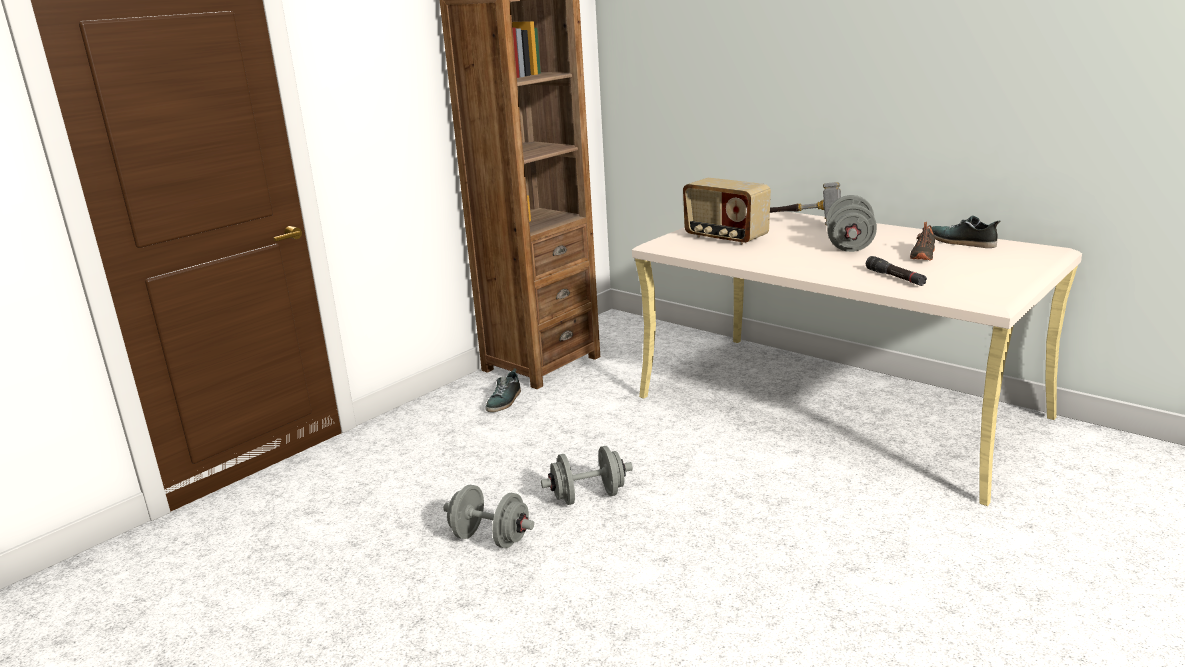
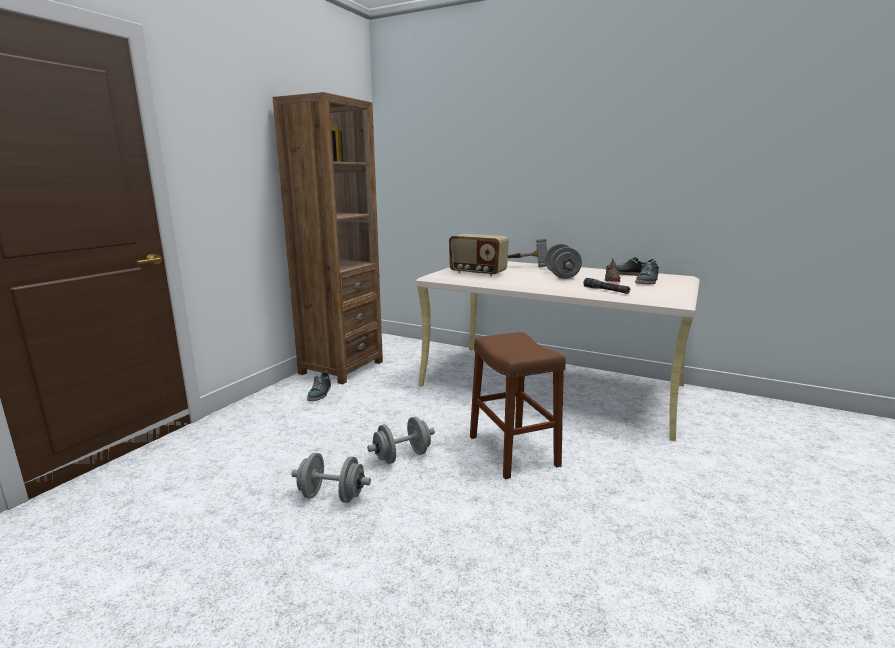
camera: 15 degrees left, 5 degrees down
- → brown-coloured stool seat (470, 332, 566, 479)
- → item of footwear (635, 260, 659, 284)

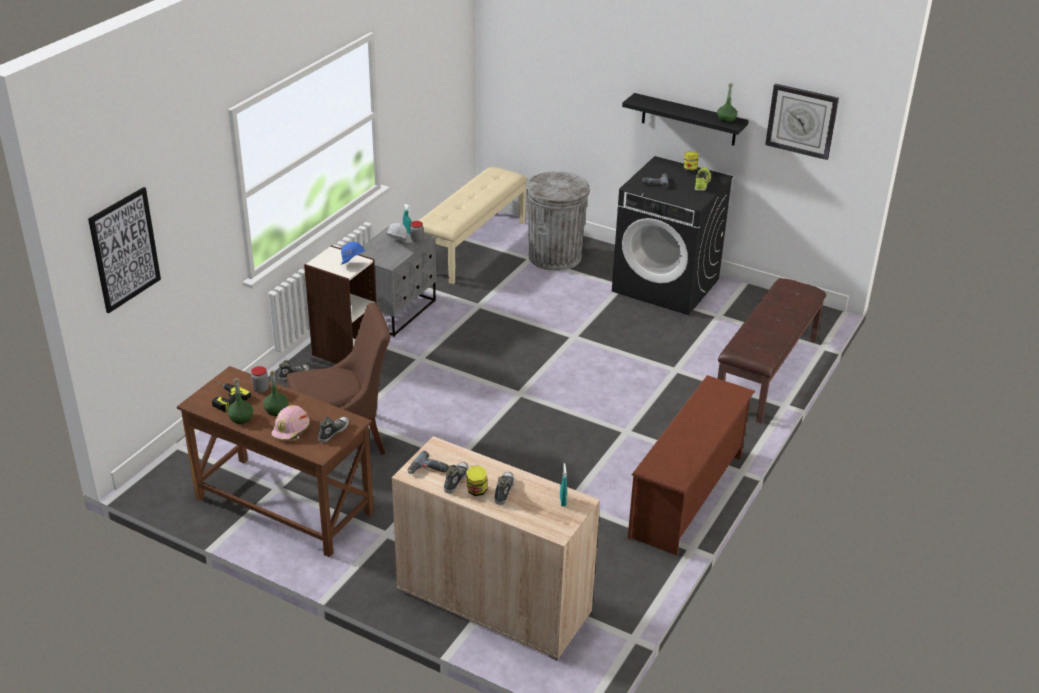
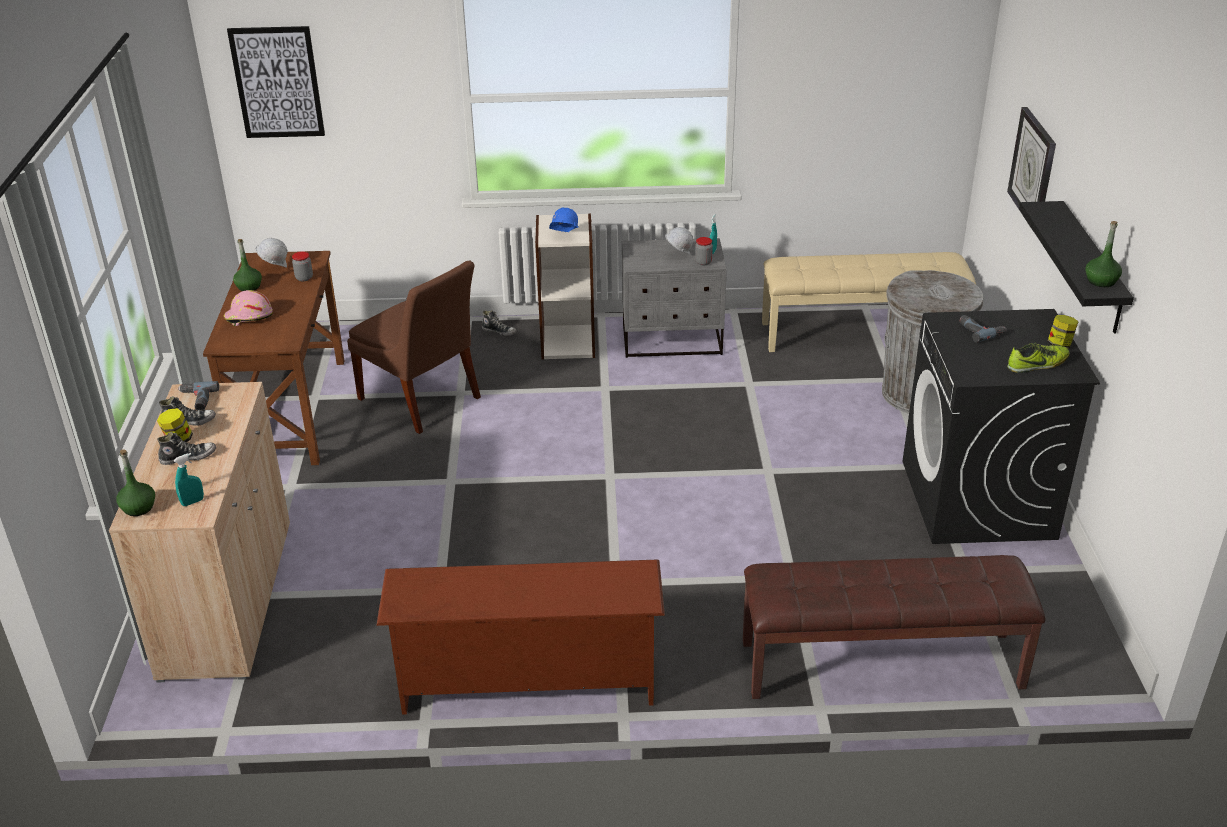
camera: 60 degrees right, 0 degrees up
item of footwear (318, 417, 349, 443) → -
green-coloured bottle (263, 371, 289, 416) → green-coloured bottle (116, 450, 155, 516), relocated
wall clock (765, 84, 839, 160) → wall clock (1007, 107, 1056, 232), relocated
electric drill (212, 380, 251, 412) → white work helmet (256, 238, 288, 268)

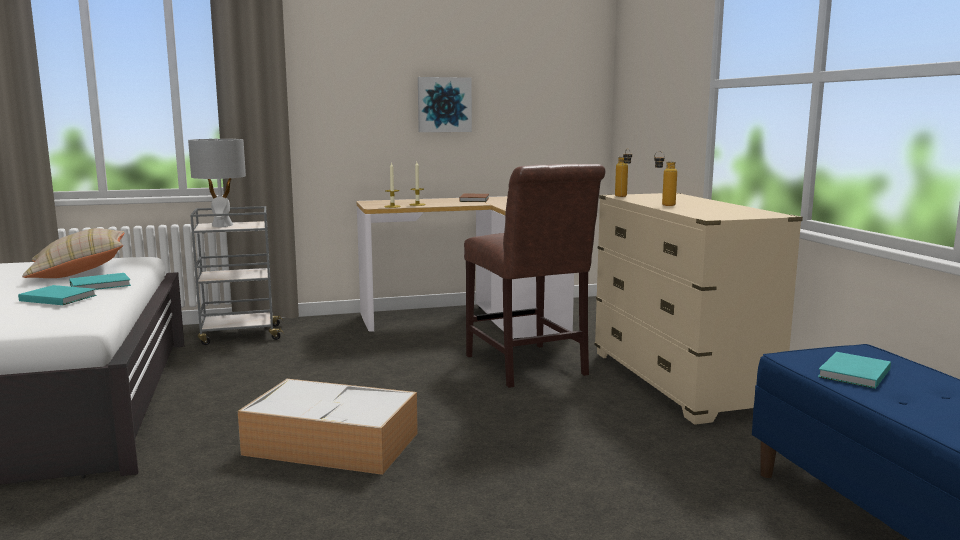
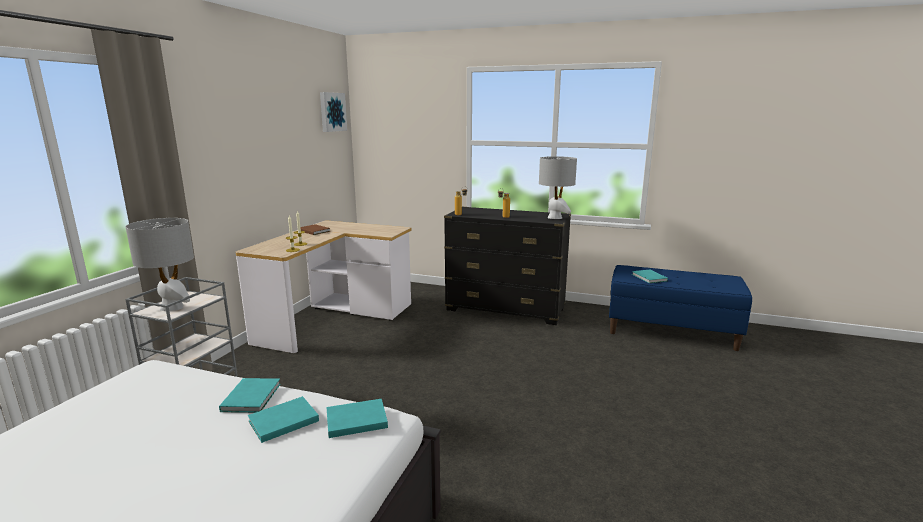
camera: 55 degrees left, 5 degrees up
sand-coloured pillow (22, 228, 125, 278) → -
storage bin (238, 379, 418, 475) → -
brown-coloured upright chair (464, 164, 605, 388) → -
- → blue-green volume (326, 399, 388, 438)
- → gray tabletop lamp (539, 156, 577, 219)
wall art (418, 77, 472, 132) → wall art (320, 92, 347, 132), relocated
sand-coloured chest of drawers (594, 193, 803, 425) → black-coloured chest of drawers (444, 207, 571, 325)

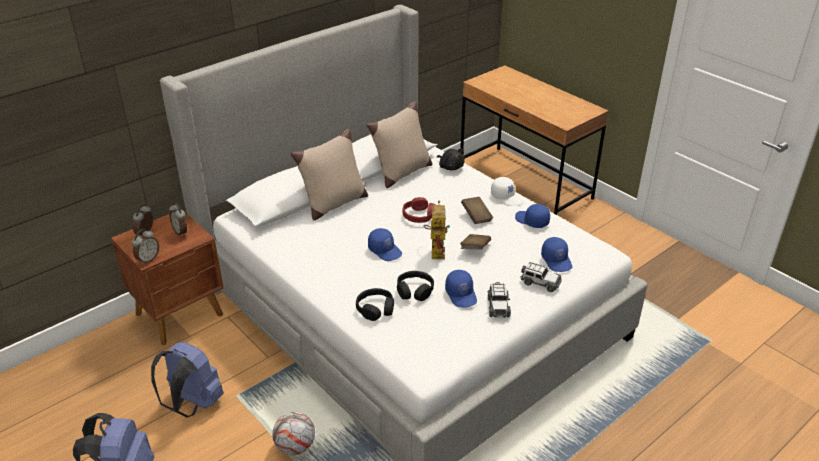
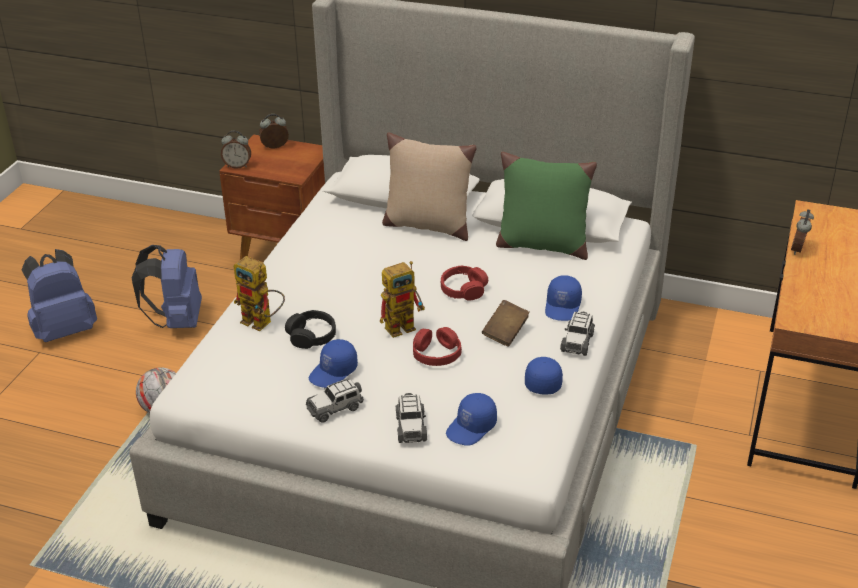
camera: 60 degrees right, 0 degrees up
black-coloured cuddly toy (437, 149, 465, 170) → -
bedside clock (169, 203, 187, 237) → bedside clock (791, 209, 814, 255), relocated
blue-coloured baseball cap (368, 228, 402, 261) → blue-coloured baseball cap (545, 275, 582, 321), relocated
black-coloured headset (356, 288, 394, 321) → toy robot (234, 256, 285, 331)
brown-coloured volume (460, 234, 491, 250) → reddish headset (413, 327, 462, 366)
white baseball cap (491, 177, 522, 206) → miniature car (560, 311, 595, 356)
sand-coloured pillow (366, 101, 433, 188) → green-coloured pillow (496, 152, 597, 260)

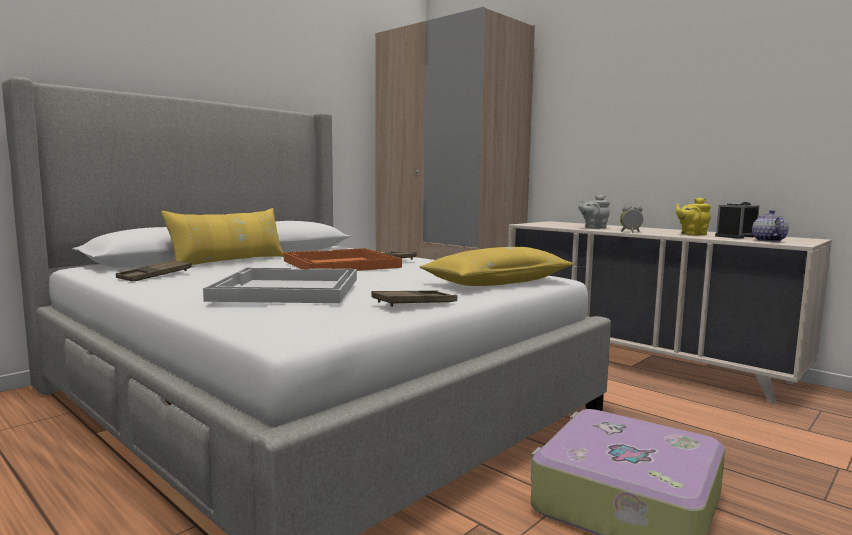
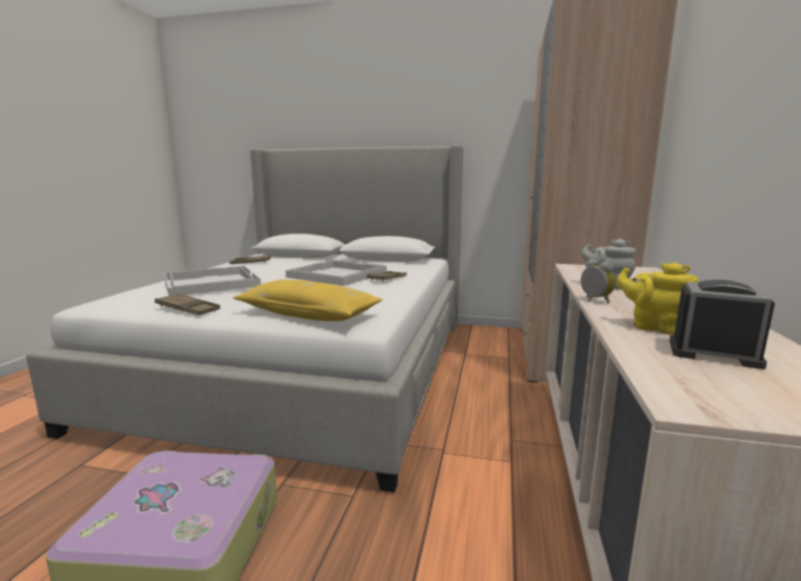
camera: 60 degrees right, 5 degrees up
yellow pillow (161, 208, 284, 265) → -
teapot (752, 210, 789, 242) → -
orange-coloured carrying tray (284, 248, 402, 271) → white carrying tray (286, 260, 387, 286)

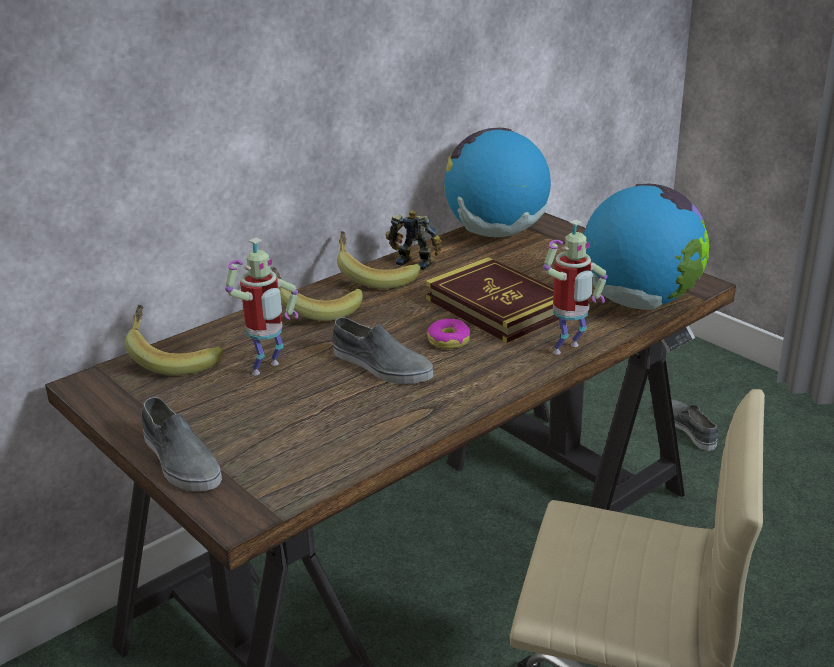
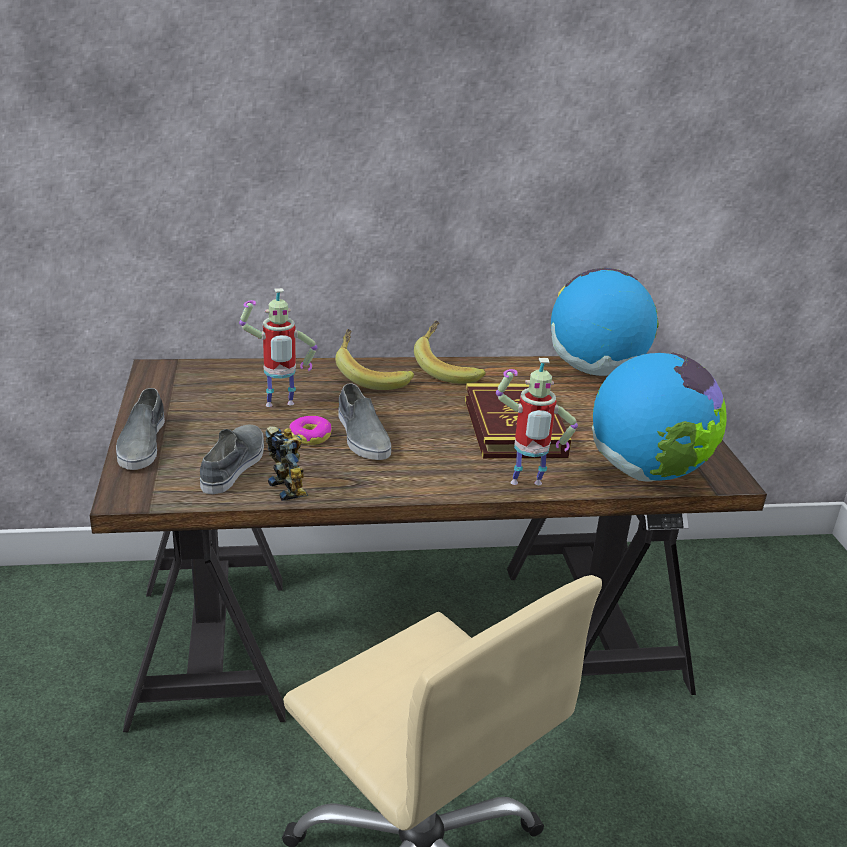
camera: 30 degrees right, 0 degrees up
whole banana (125, 305, 223, 376) → -
toy robot (385, 210, 442, 270) → toy robot (265, 426, 308, 501), relocated
doughnut (427, 319, 470, 349) → doughnut (289, 416, 332, 445), relocated
gray item of footwear (671, 399, 719, 451) → gray item of footwear (200, 425, 264, 494), relocated

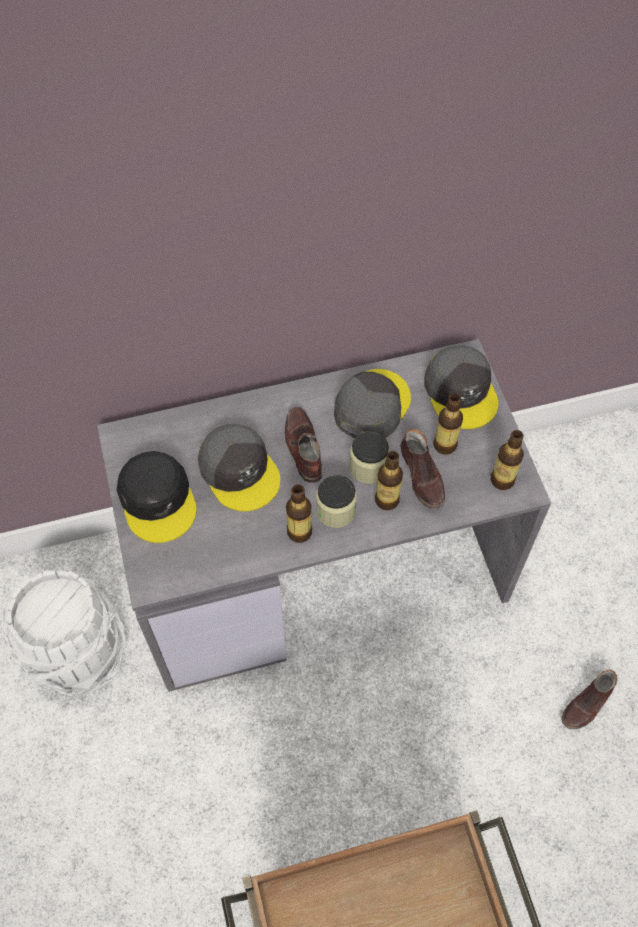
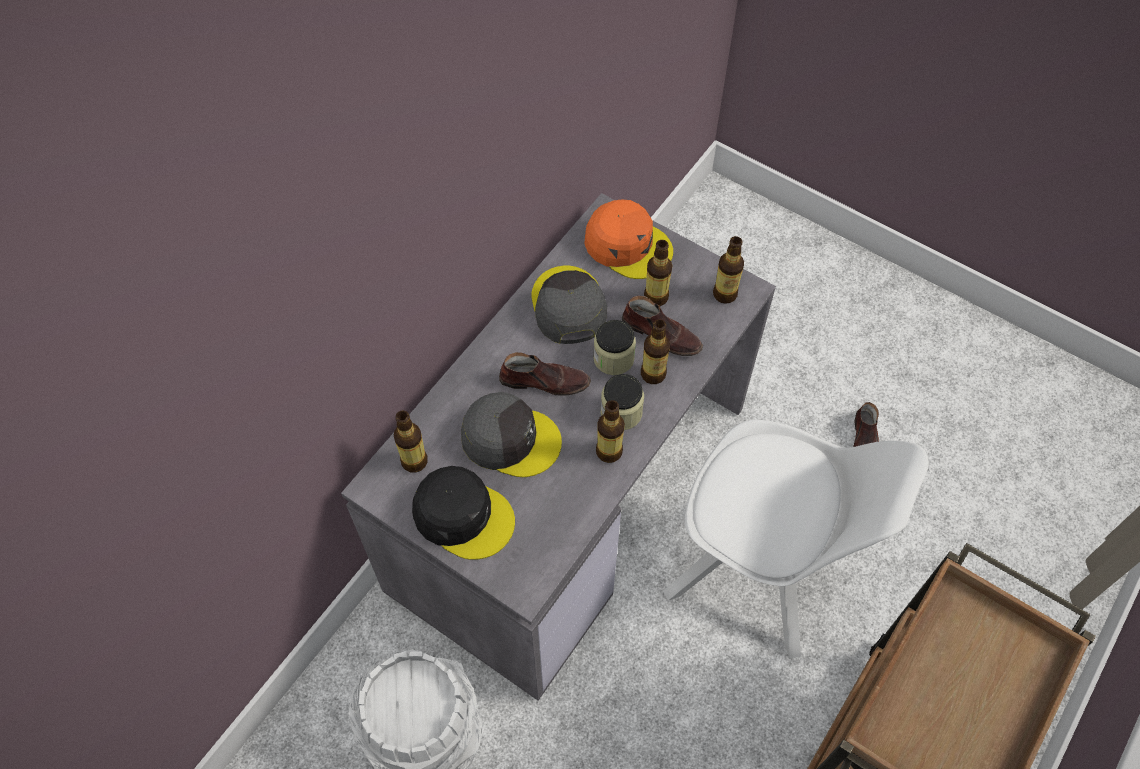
camera: 40 degrees left, 0 degrees up
- → bottle (394, 411, 428, 473)
- → white upright chair (663, 420, 929, 658)
gray baseball cap (424, 345, 498, 429) → orange-coloured baseball cap (585, 199, 673, 279)
brown-coloured item of footwear (285, 407, 322, 483) → brown-coloured item of footwear (499, 352, 591, 396), 150 degrees clockwise

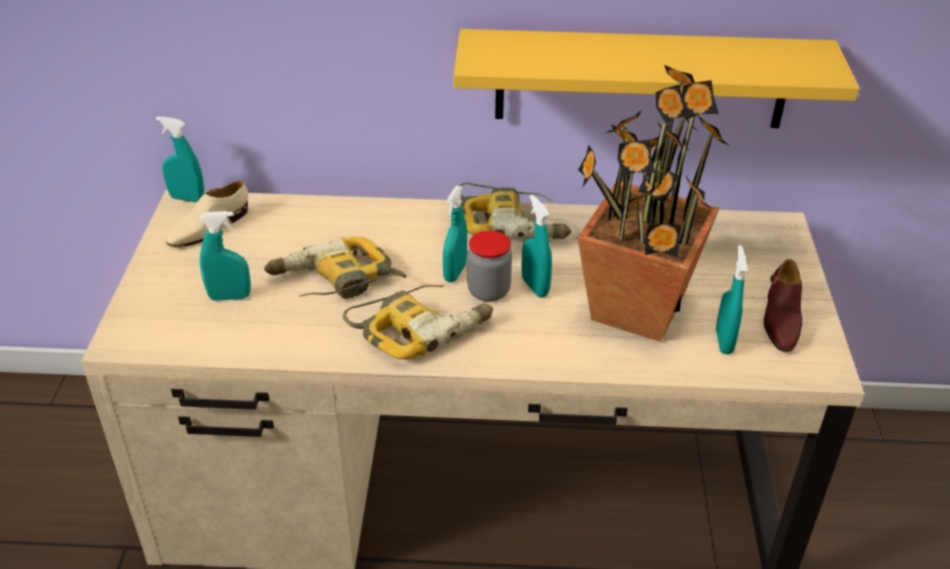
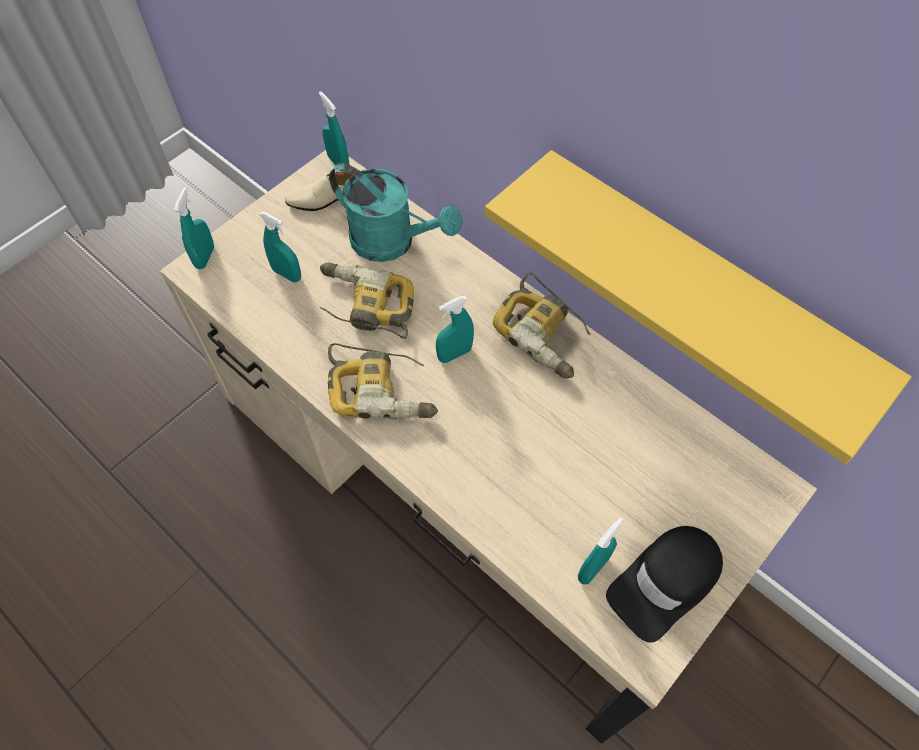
camera: 40 degrees right, 20 degrees up
preserve jar (467, 231, 512, 302) → -
houseplant (578, 65, 728, 342) → -
- → blue-green watering pot (329, 163, 462, 262)
blue-green spray bottle (521, 195, 552, 297) → blue-green spray bottle (174, 187, 214, 269), relocated
brown-coloured item of footwear (763, 259, 802, 351) → black-coloured baseball cap (606, 526, 723, 643)

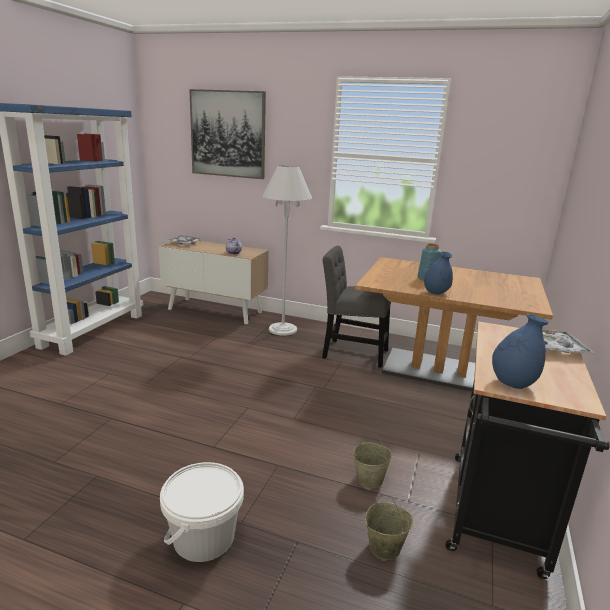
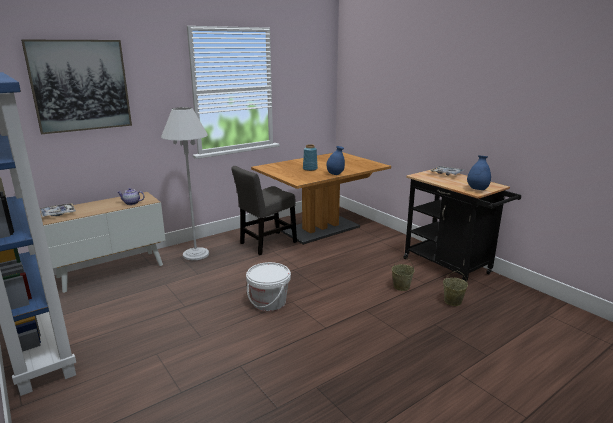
camera: 55 degrees left, 0 degrees up
white pail (160, 462, 244, 562) → white pail (246, 262, 291, 311), relocated

